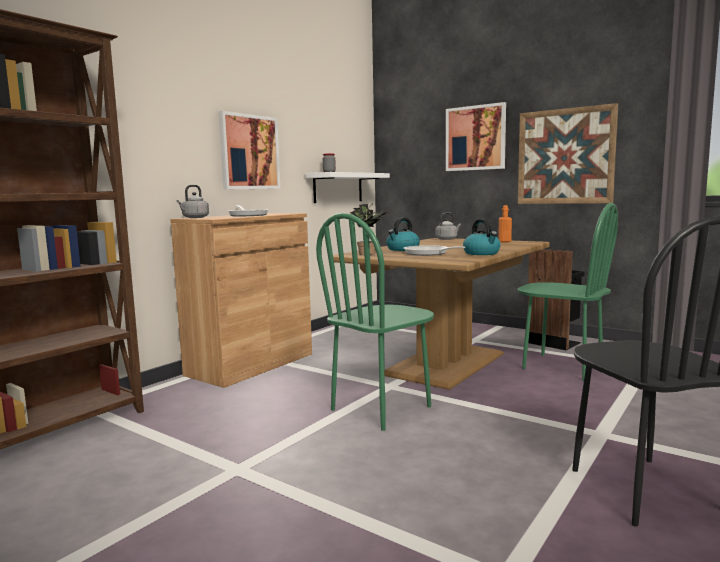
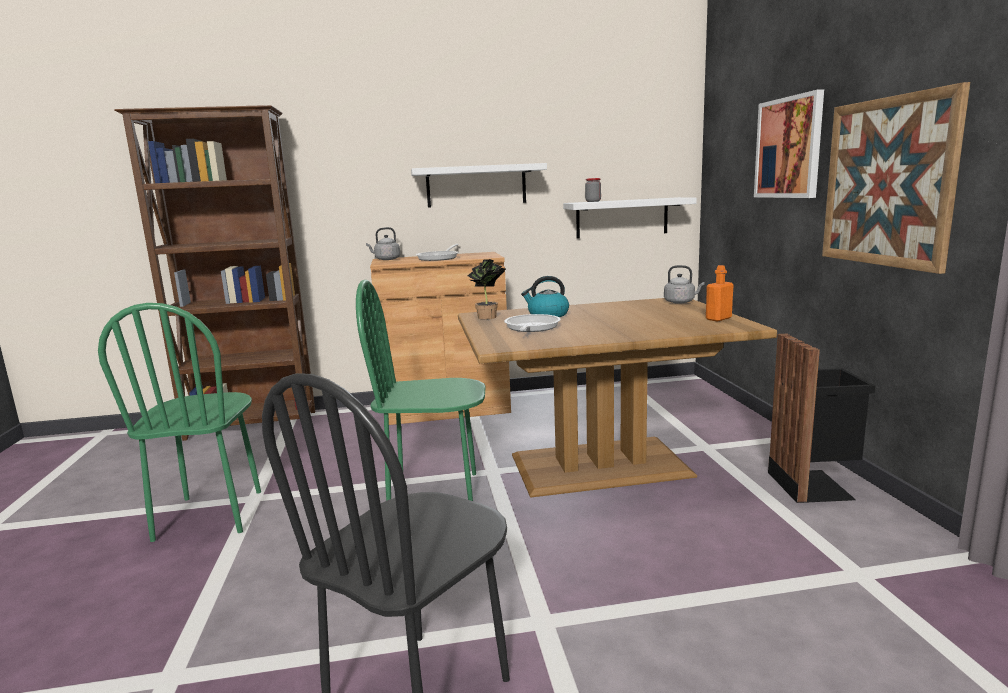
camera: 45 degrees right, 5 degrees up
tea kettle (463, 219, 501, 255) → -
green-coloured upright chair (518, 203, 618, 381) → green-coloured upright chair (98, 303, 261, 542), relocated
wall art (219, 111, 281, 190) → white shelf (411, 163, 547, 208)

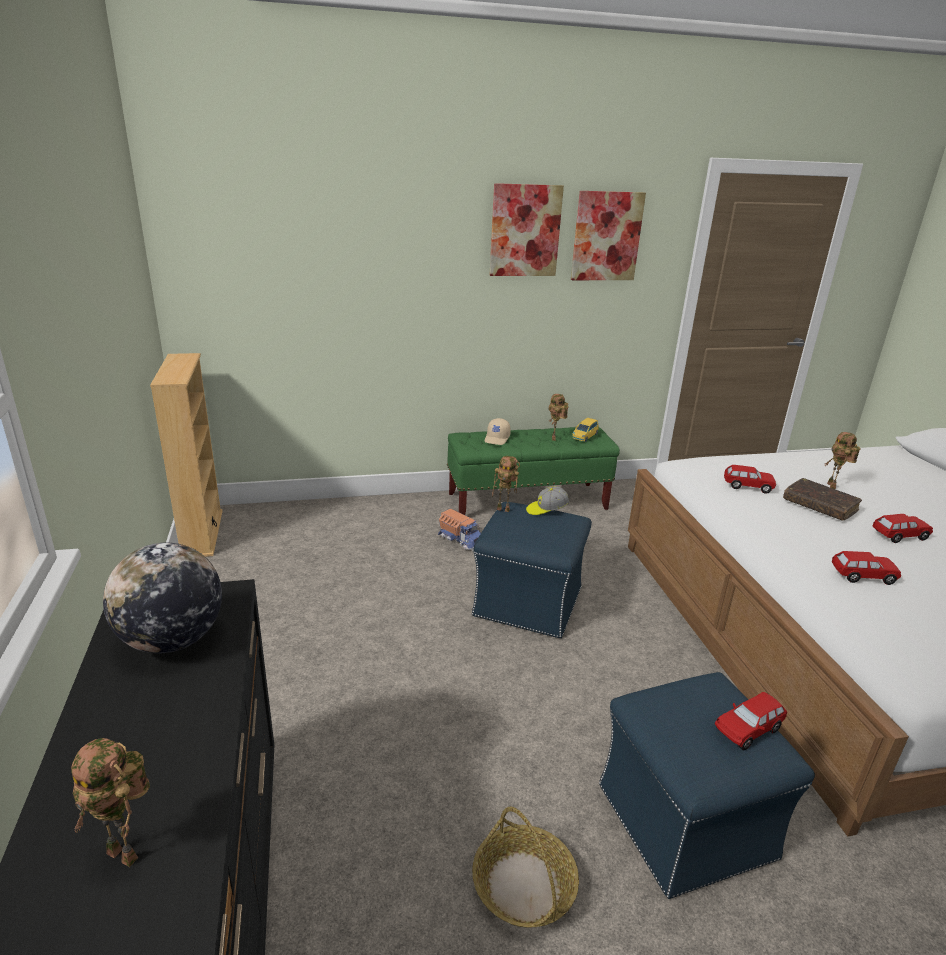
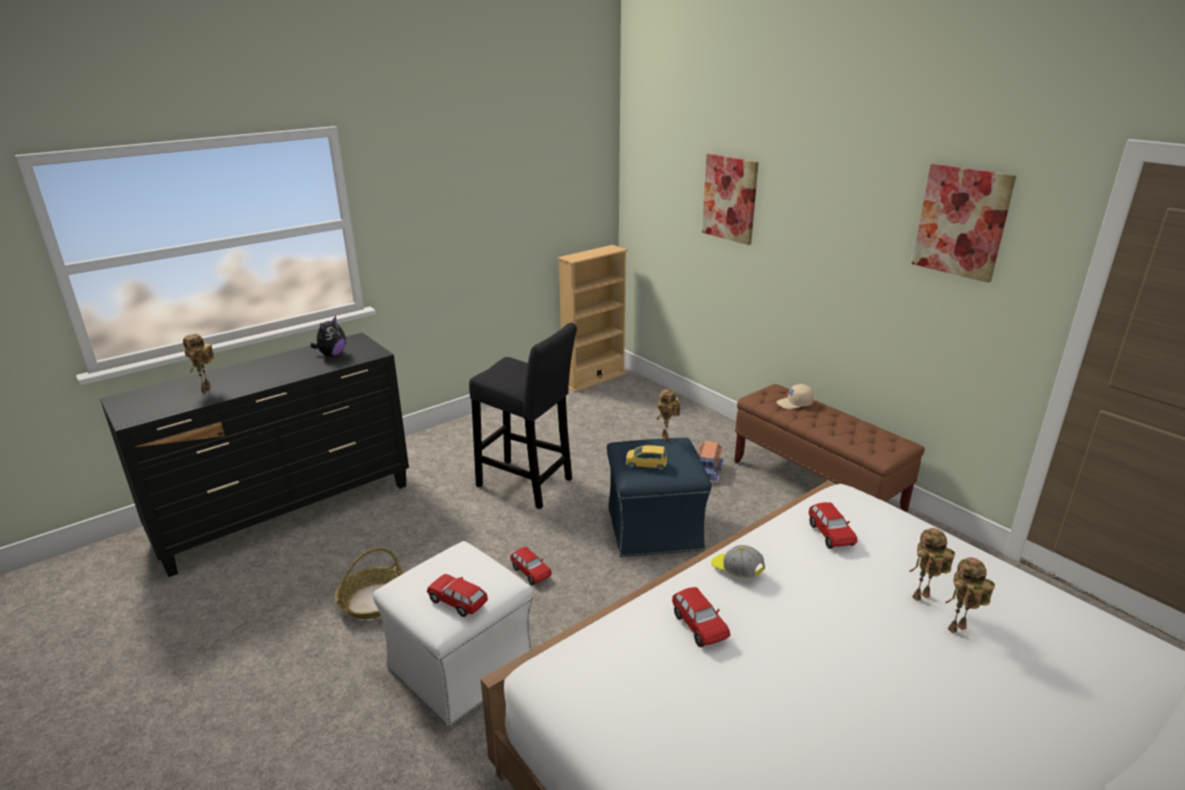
camera: 65 degrees right, 0 degrees up
brown-coloured volume (783, 478, 862, 521) → -
- → black-coloured stool seat (469, 323, 577, 509)
wall art (490, 183, 564, 276) → wall art (702, 154, 759, 245), relocated
baseball cap (526, 486, 569, 515) → baseball cap (711, 545, 765, 578), relocated
toy robot (548, 394, 568, 441) → toy robot (945, 557, 995, 633), relocated
yellow miniature car (572, 418, 599, 442) → yellow miniature car (626, 445, 667, 470), relocated
reddish miniature car (872, 514, 933, 543) → reddish miniature car (511, 547, 552, 585), relocated
desk globe (103, 543, 222, 653) → cuddly toy (310, 316, 346, 357)
green-coloured long seat (447, 427, 620, 515) → brown-coloured long seat (734, 384, 925, 512)
blue-coloured footrest (599, 672, 815, 899) → white footrest (373, 541, 533, 726)

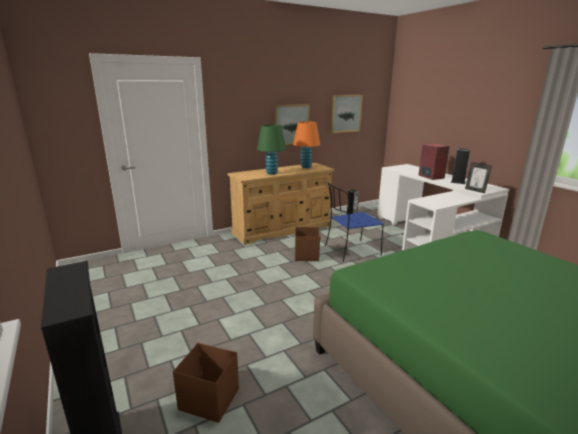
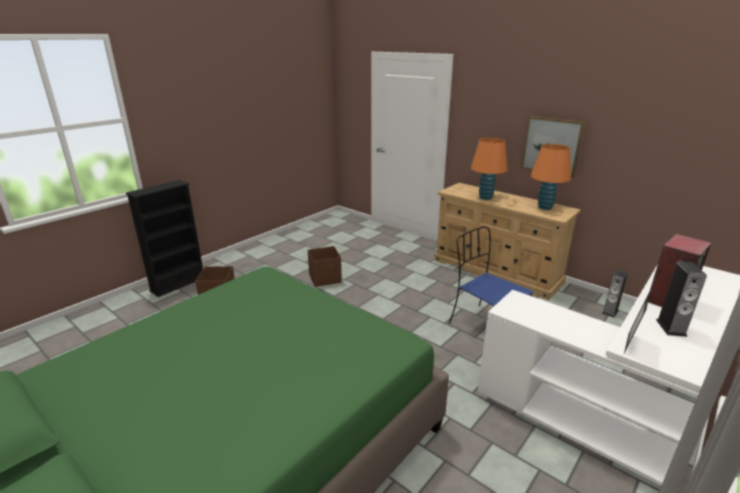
camera: 70 degrees right, 5 degrees up
wall art (330, 95, 363, 133) → -
brown-coloured storage bin (295, 227, 321, 261) → brown-coloured storage bin (308, 246, 342, 287), relocated
green-coloured tabletop lamp (257, 124, 286, 175) → orange-coloured tabletop lamp (471, 138, 508, 200)

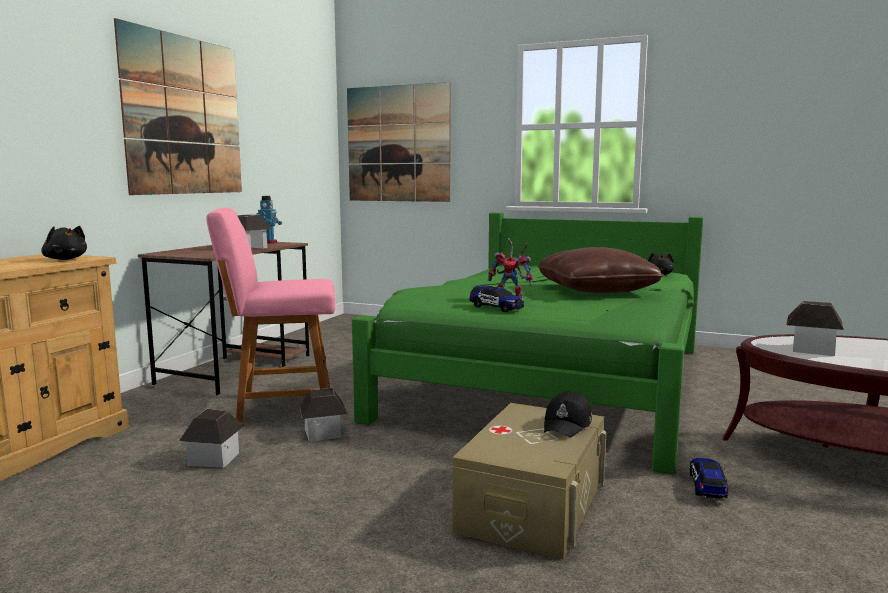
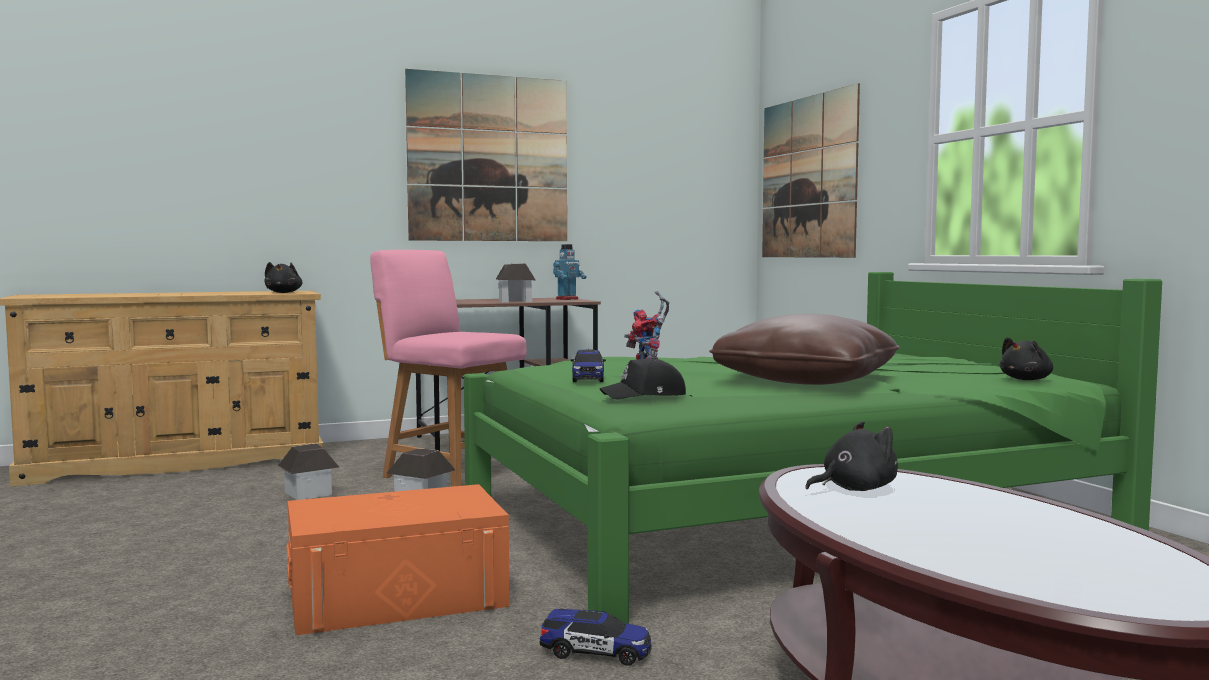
camera: 45 degrees right, 5 degrees down
black-coloured baseball cap (544, 391, 592, 437) → black-coloured baseball cap (600, 357, 686, 399), relocated
toy house (786, 301, 844, 356) → black-coloured cuddly toy (805, 421, 898, 491)
sand-coloured storage bin (452, 403, 606, 560) → orange-coloured storage bin (286, 484, 510, 635)
miniature car (690, 458, 729, 499) → miniature car (540, 609, 651, 666), 45 degrees clockwise

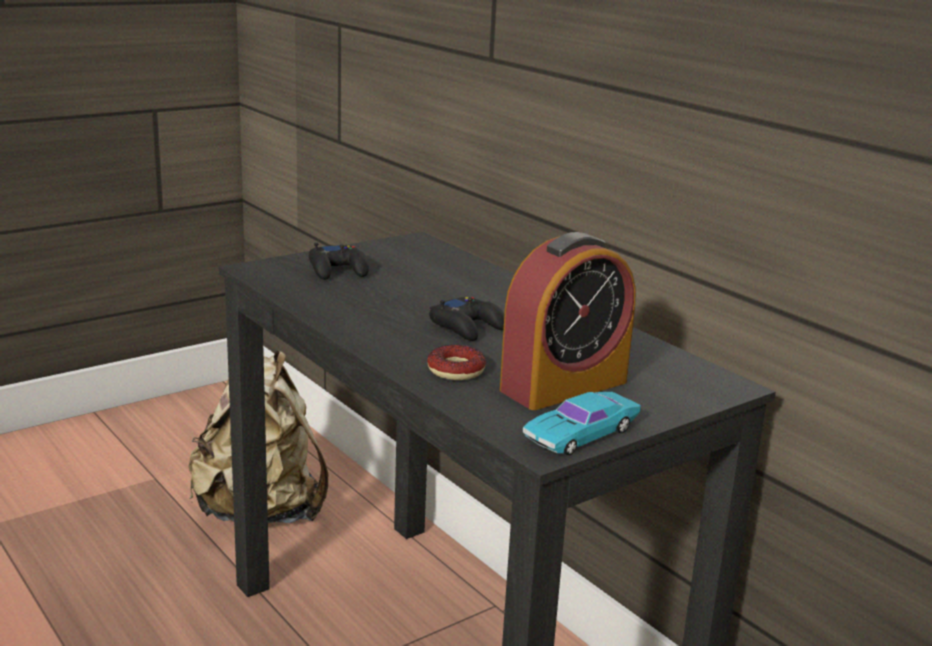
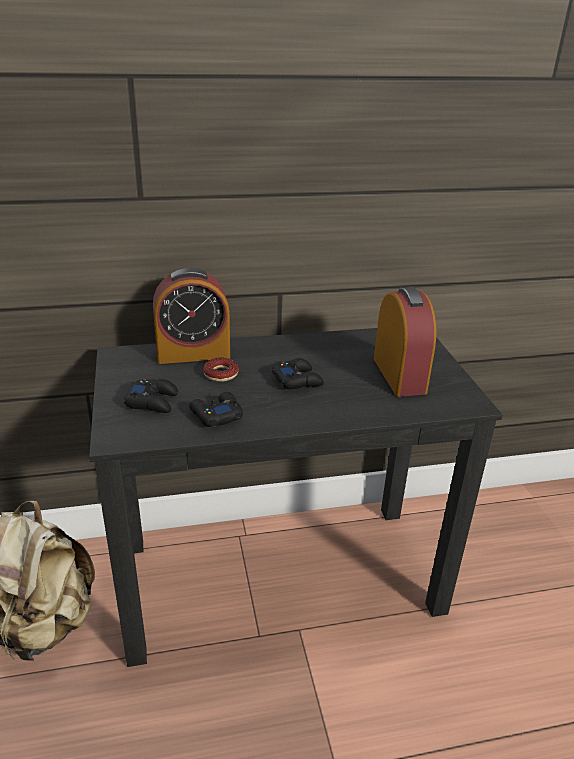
camera: 65 degrees left, 10 degrees up
blue-green miniature car (523, 392, 641, 455) → -
- → bedside clock (153, 268, 230, 364)
- → black-coloured gamepad (189, 392, 243, 427)
doughnut (427, 345, 486, 380) → doughnut (203, 358, 239, 382), relocated

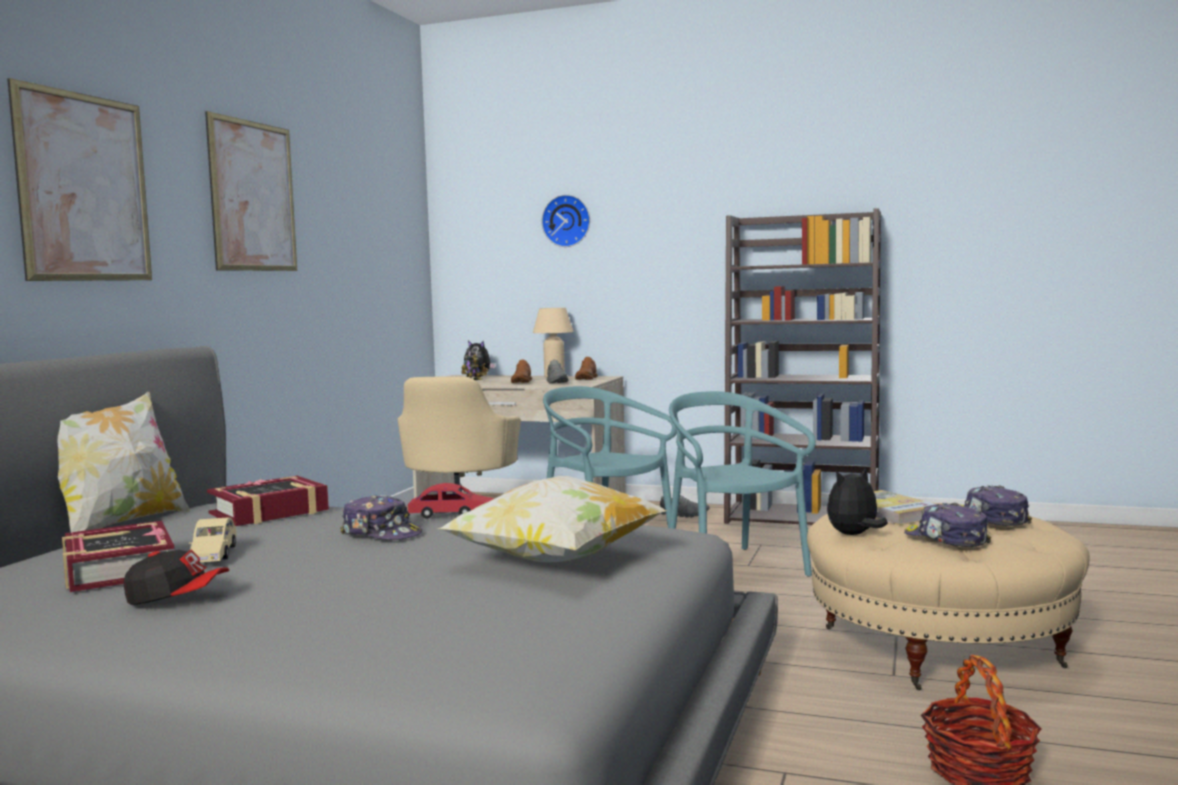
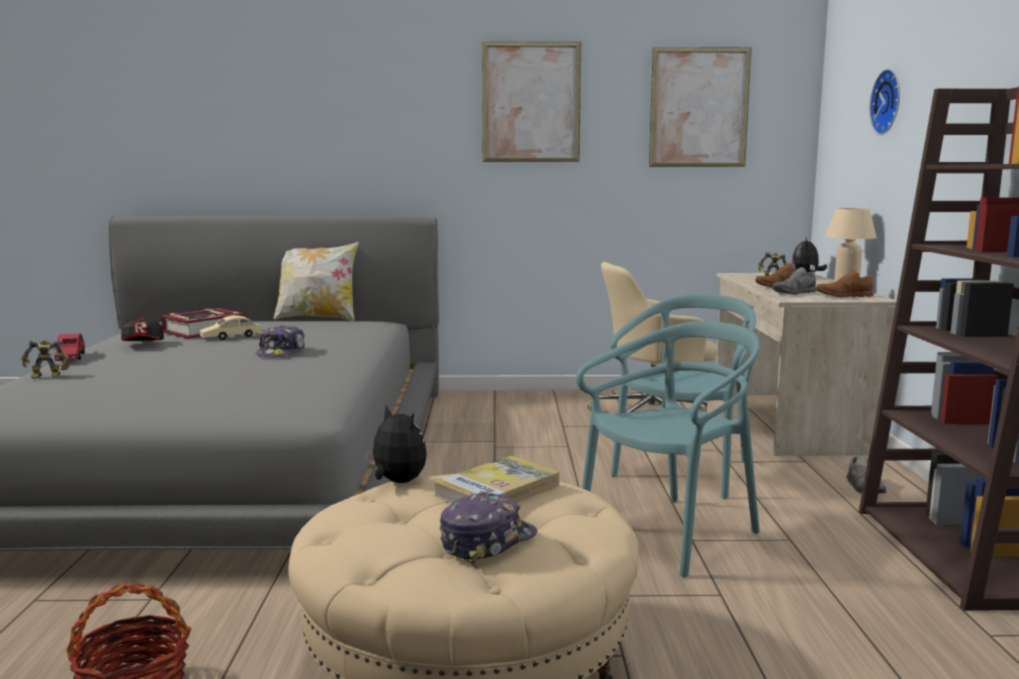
camera: 70 degrees right, 5 degrees up
volume (207, 476, 329, 526) → -
pillow (438, 476, 667, 562) → -
baseball cap (904, 502, 991, 547) → -
- → toy robot (21, 340, 69, 379)
wall art (7, 78, 152, 281) → wall art (649, 47, 752, 167), relocated
reddish miniature car (408, 483, 494, 519) → reddish miniature car (54, 333, 85, 361), relocated

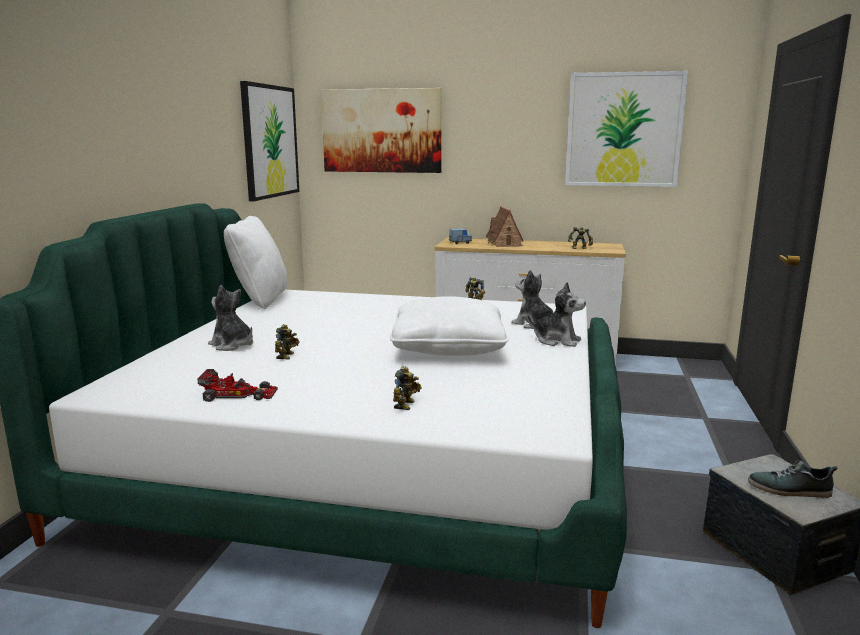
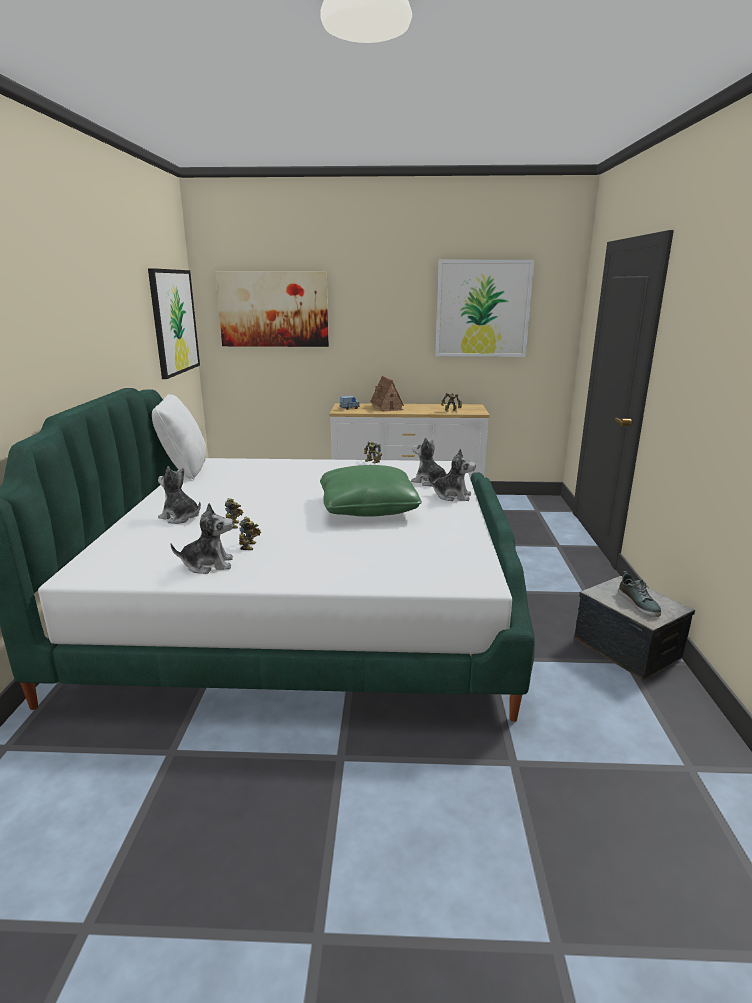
camera: 10 degrees left, 5 degrees up
toy robot (393, 366, 422, 410) → toy robot (239, 517, 261, 550), relocated
miniature car (197, 369, 278, 402) → cuddly toy (170, 503, 233, 574)
white pillow (390, 297, 508, 356) → green-coloured pillow (320, 465, 422, 517)
item of footwear (748, 460, 837, 498) → item of footwear (618, 571, 661, 617), 105 degrees counterclockwise

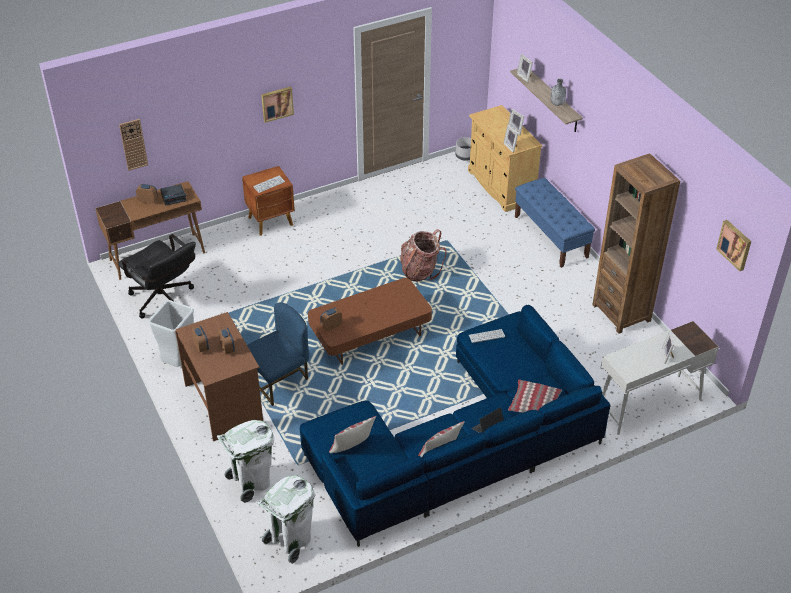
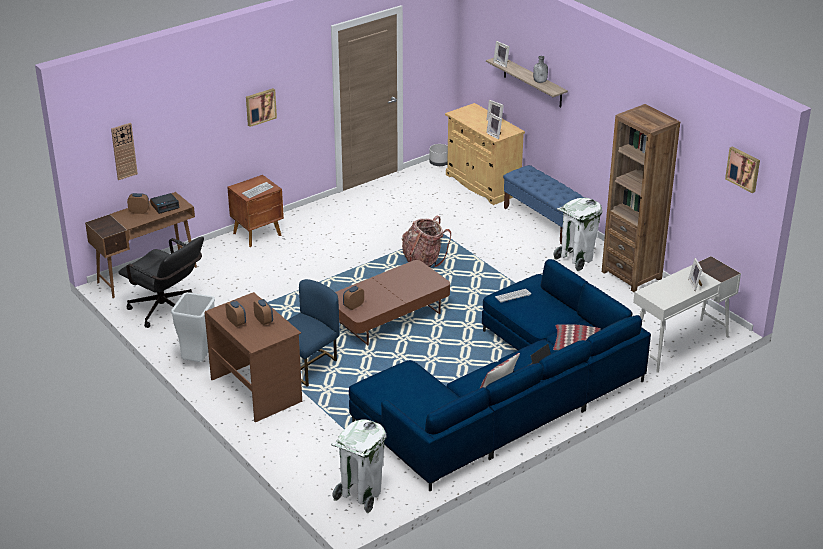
camera: 10 degrees left, 10 degrees down
pillow (329, 416, 376, 453) → -
white waste bin (217, 420, 274, 503) → white waste bin (553, 198, 602, 271), relocated

